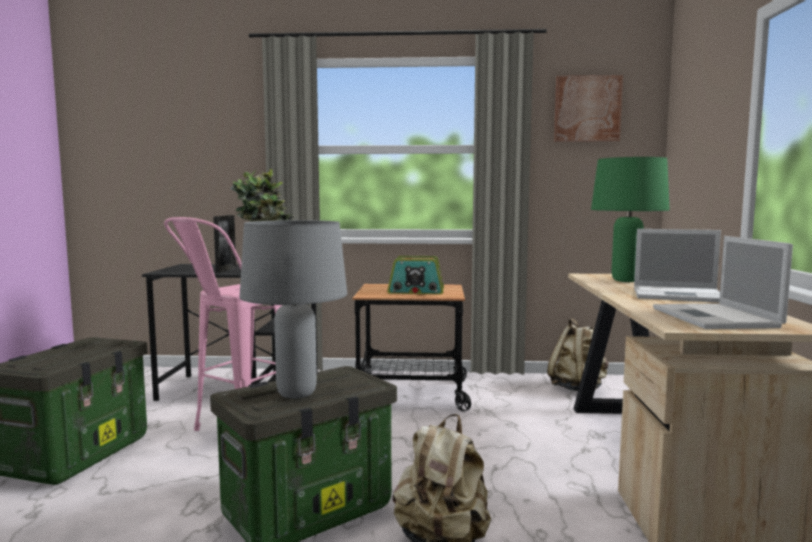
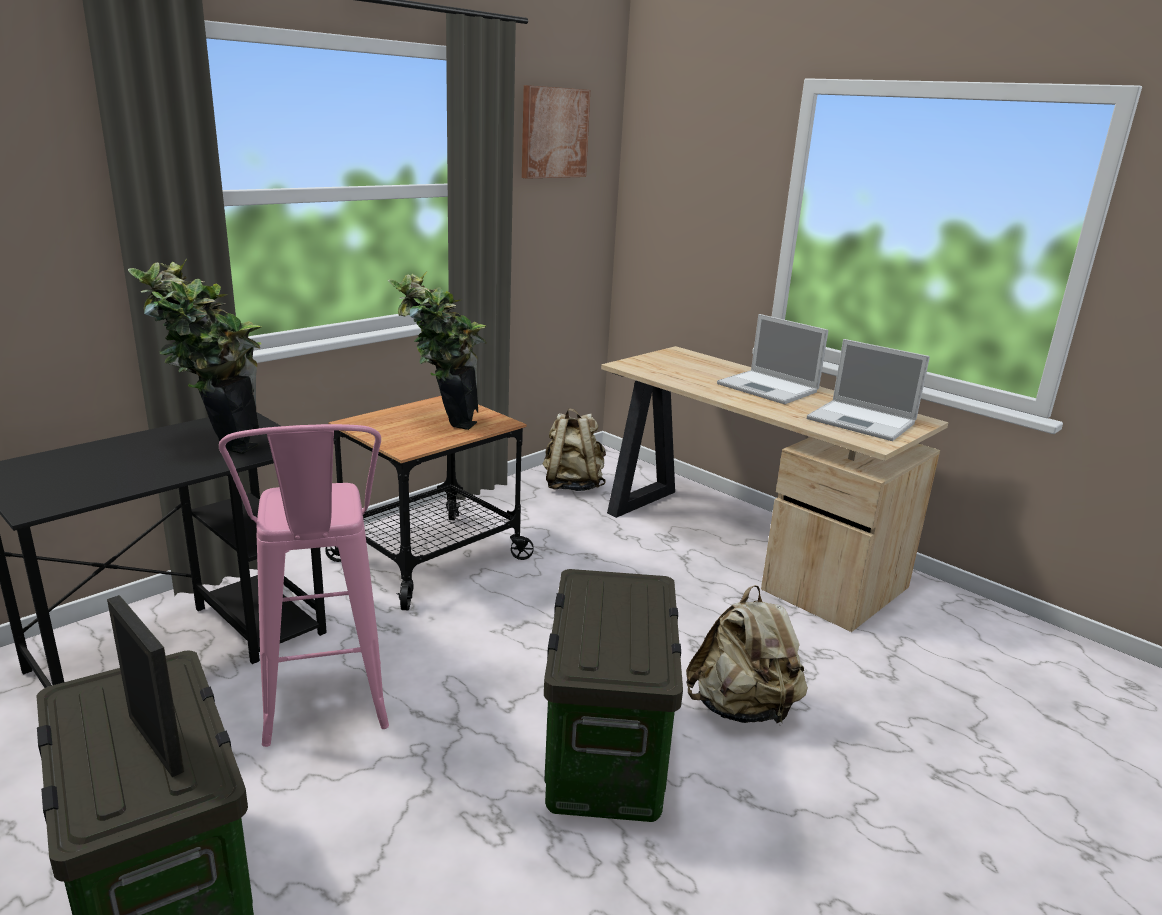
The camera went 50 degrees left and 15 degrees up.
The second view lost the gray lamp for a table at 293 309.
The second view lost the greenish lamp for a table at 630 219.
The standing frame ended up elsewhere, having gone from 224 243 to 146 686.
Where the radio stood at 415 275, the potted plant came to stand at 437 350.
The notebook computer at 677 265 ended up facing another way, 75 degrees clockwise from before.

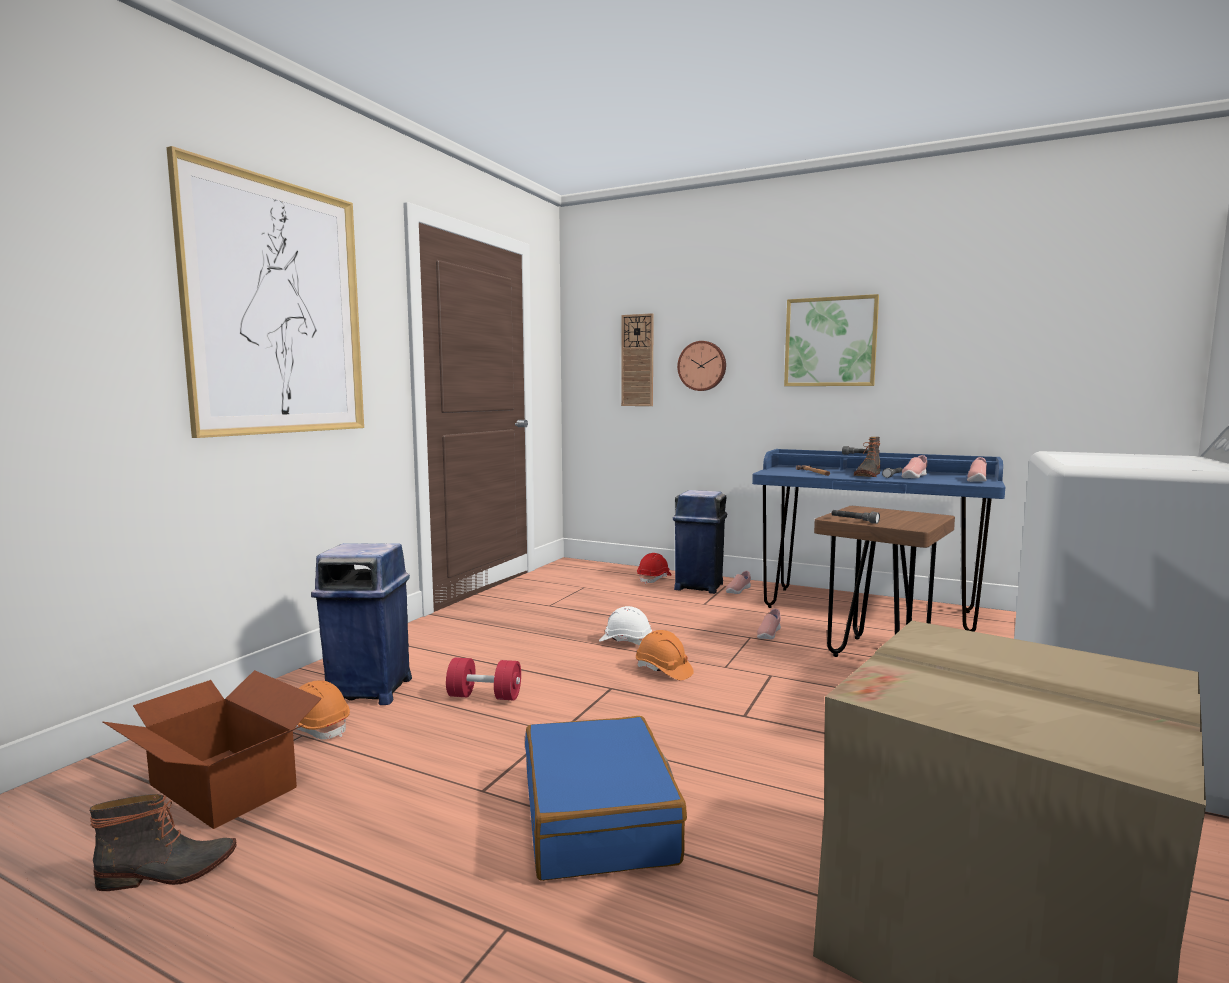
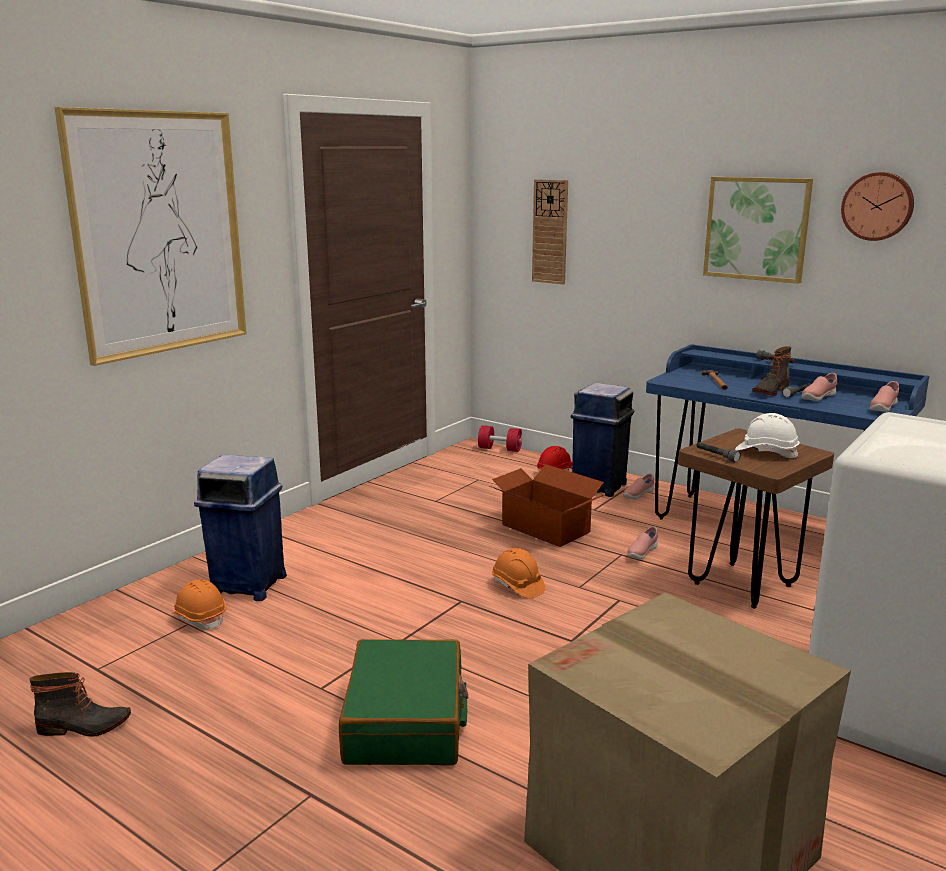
The camera went 10 degrees right and 10 degrees up.
The packing box ended up elsewhere, having gone from 212 749 to 547 505.
The red free weight ended up elsewhere, having gone from 483 678 to 500 438.
The white-coloured work helmet ended up elsewhere, having gone from 625 626 to 767 435.
The hanging clock ended up elsewhere, having gone from 701 366 to 877 206.
What was the bluish travel case at 606 798 turned into the greenish travel case at 403 702.

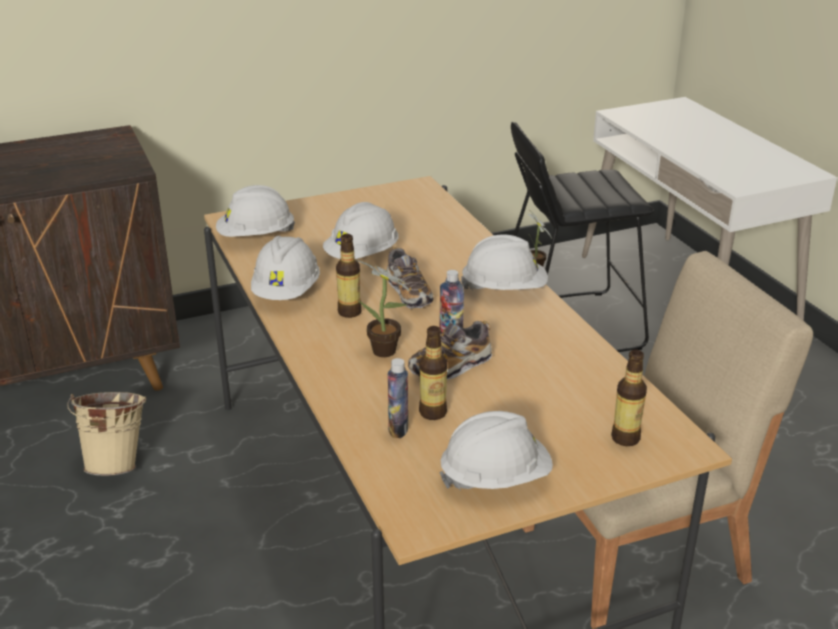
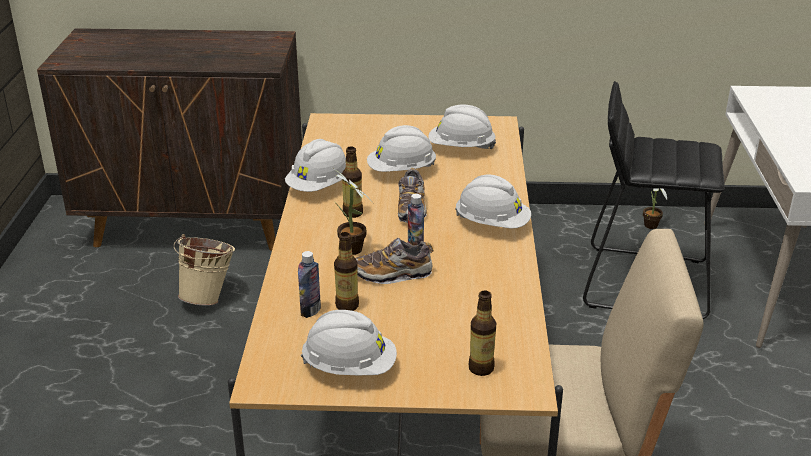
The camera went 25 degrees right and 0 degrees up.
The white-coloured work helmet ended up elsewhere, having gone from 255 211 to 462 126.

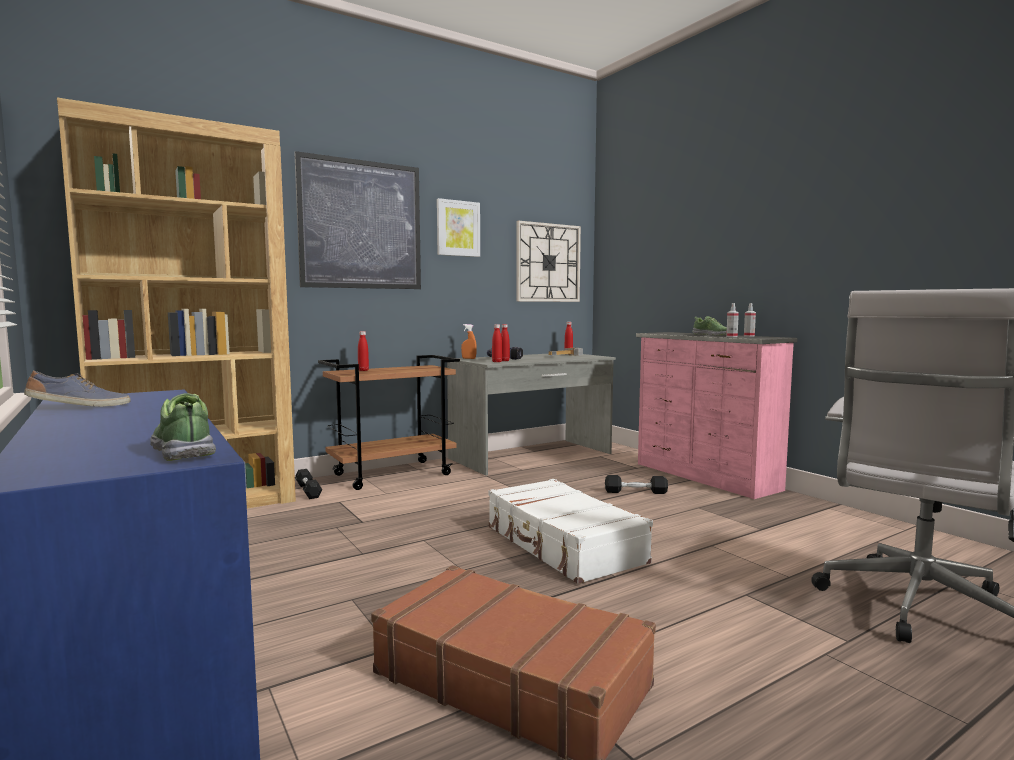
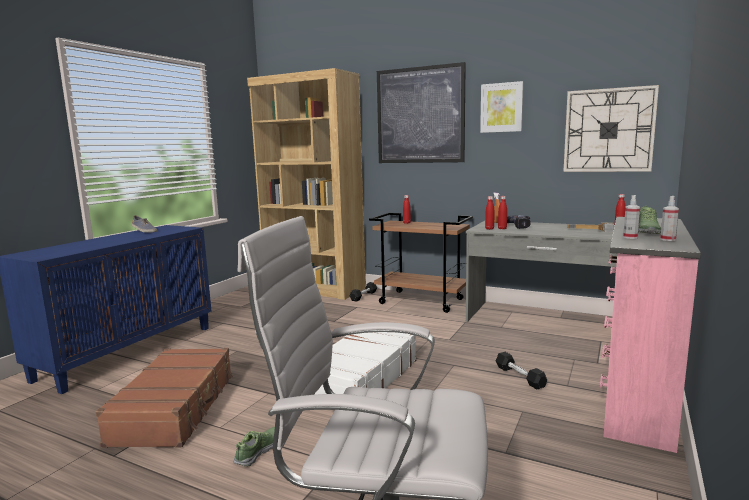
The camera went 60 degrees right and 5 degrees up.
The low shoe ended up elsewhere, having gone from 183 427 to 254 446.

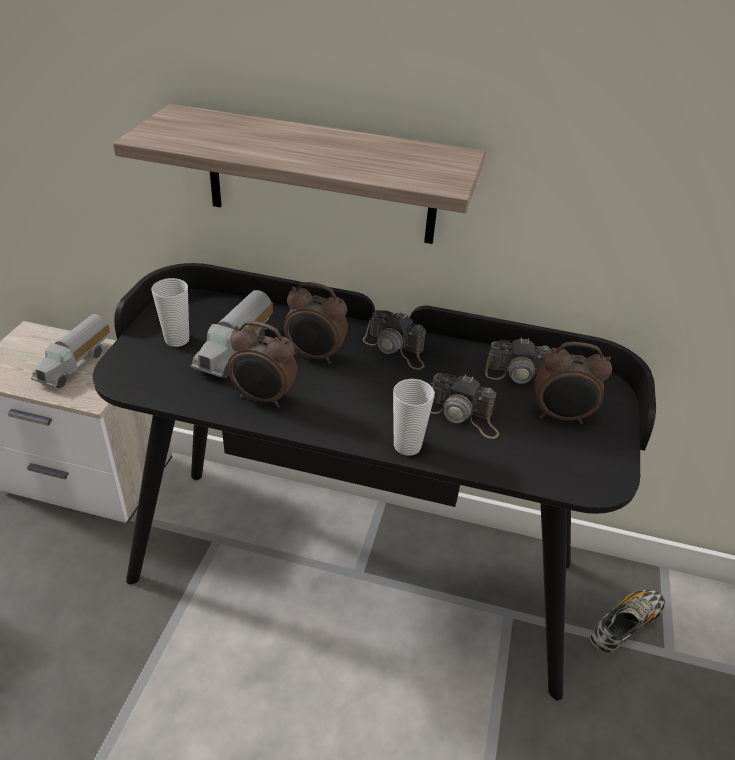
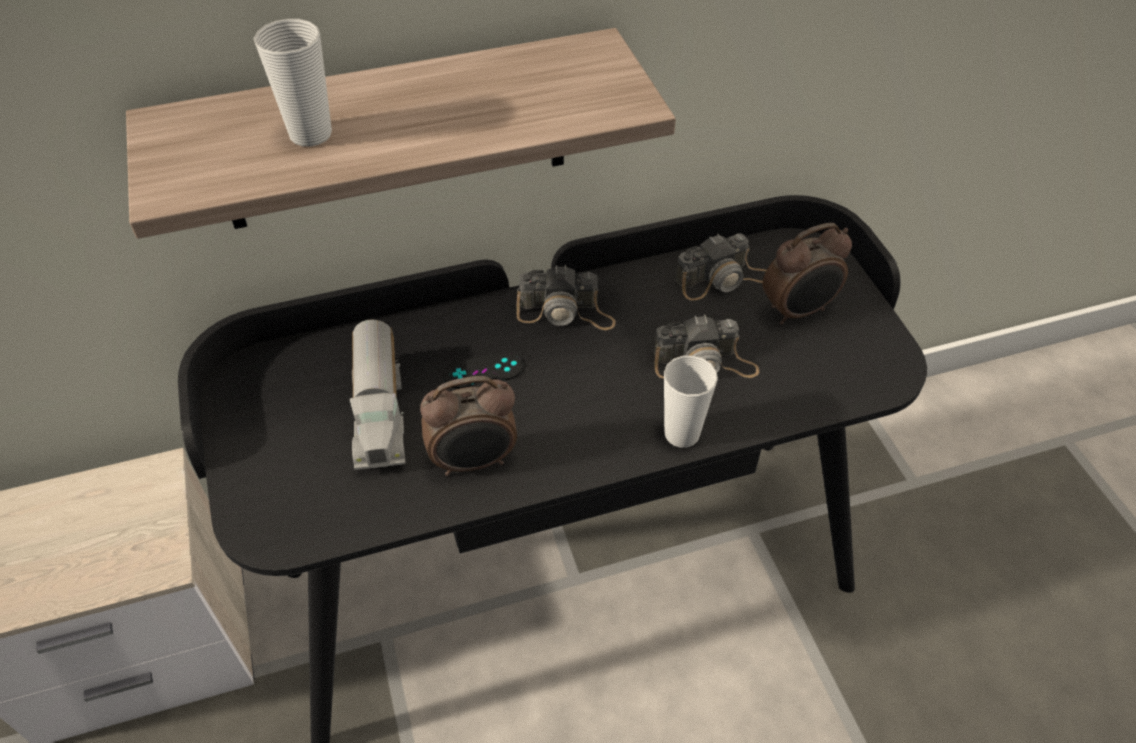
The camera went 30 degrees left and 10 degrees up.
The second view lost the toy lorry at 70 351.
The second view lost the low shoe at 627 622.
The drinking cup ended up elsewhere, having gone from 170 312 to 293 82.
Where the table clock stood at 316 323, the black-coloured joypad came to stand at 483 370.

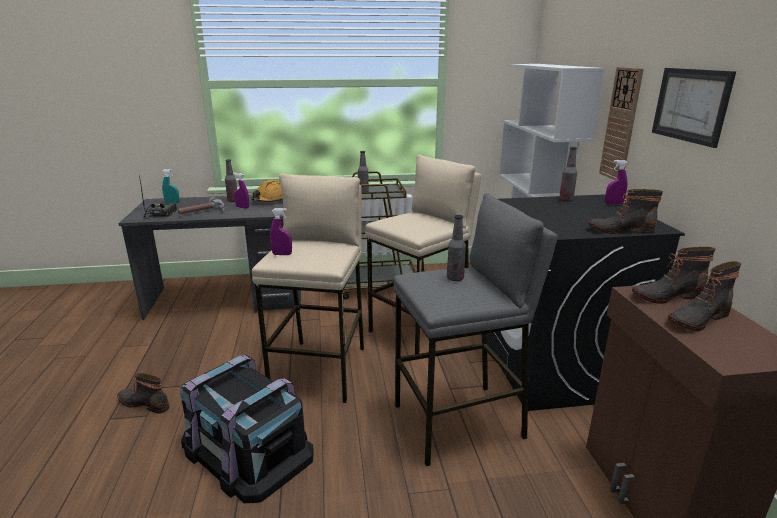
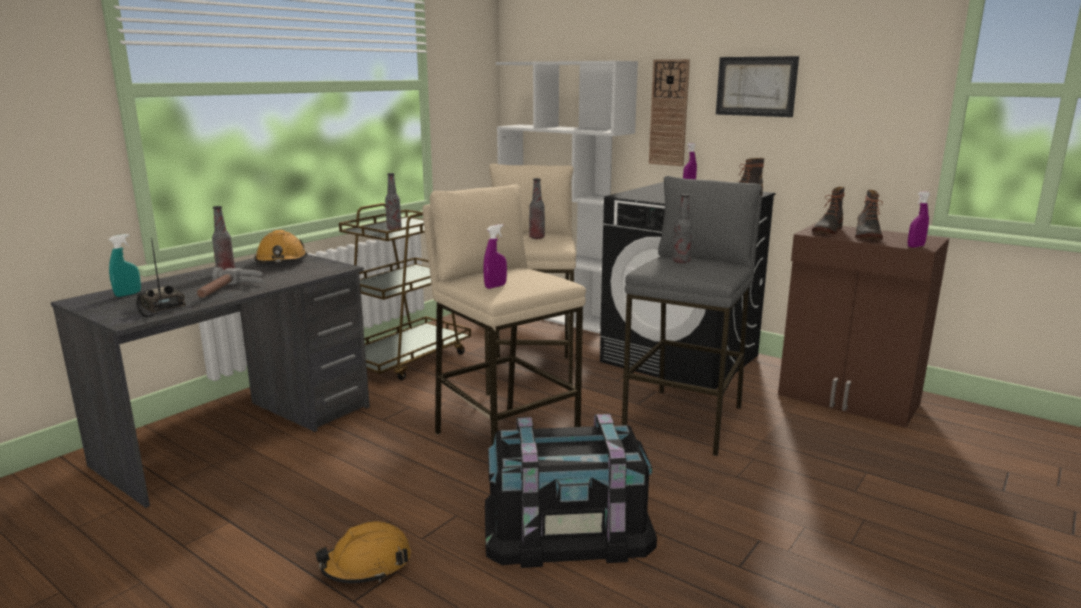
The camera went 45 degrees left and 5 degrees down.
The purplish sprayer ended up elsewhere, having gone from 241 190 to 919 219.
The beverage bottle ended up elsewhere, having gone from 568 174 to 537 208.
Where the high-top boot stood at 143 393, the orangey work helmet came to stand at 363 552.

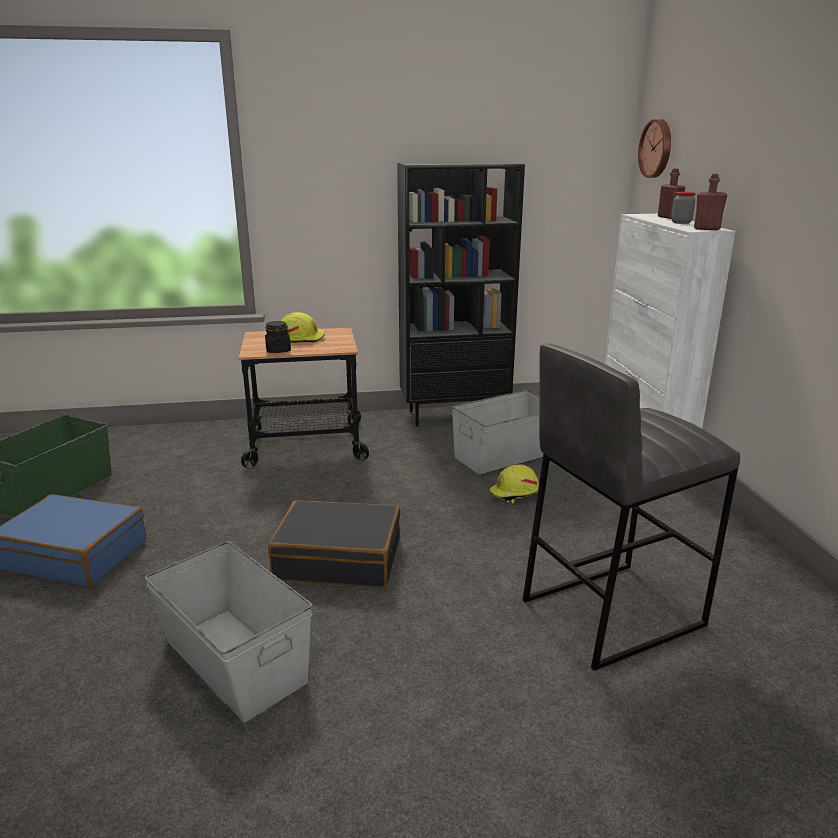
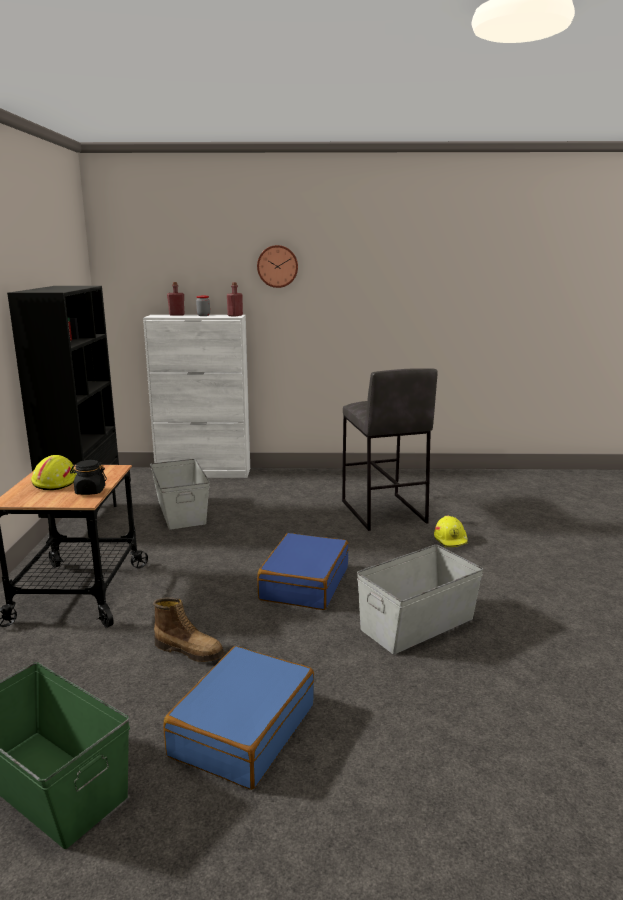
The camera went 80 degrees left and 5 degrees down.
The second view gained the high-top boot at 188 630.
The yellow work helmet ended up elsewhere, having gone from 514 483 to 451 531.
The hanging clock ended up elsewhere, having gone from 654 148 to 277 266.
What was the black-coloured travel case at 334 543 turned into the bluish travel case at 303 571.

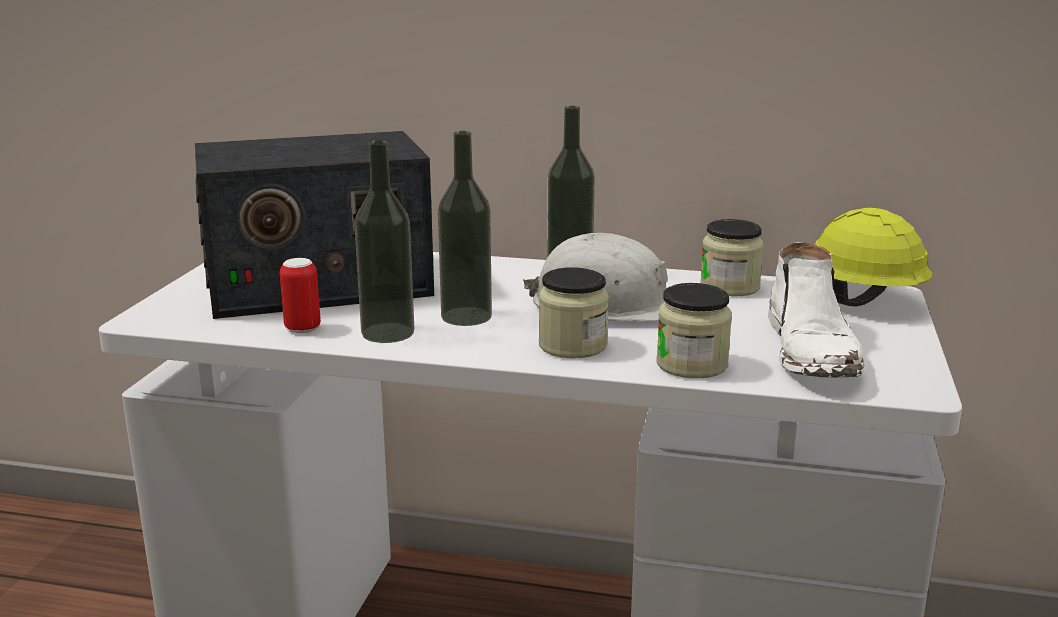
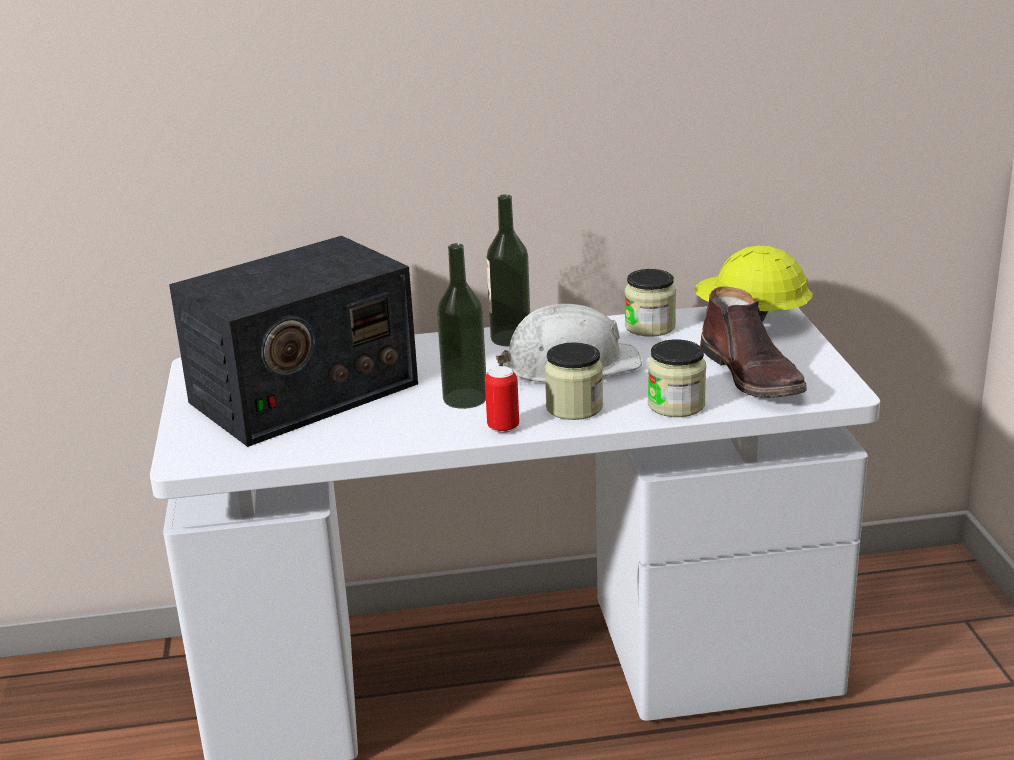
The camera went 20 degrees left and 5 degrees up.
The second view lost the beverage bottle at 384 241.
The metal can ended up elsewhere, having gone from 300 295 to 502 399.
What was the white-coloured high-top boot at 816 309 turned into the brownish high-top boot at 753 342.

